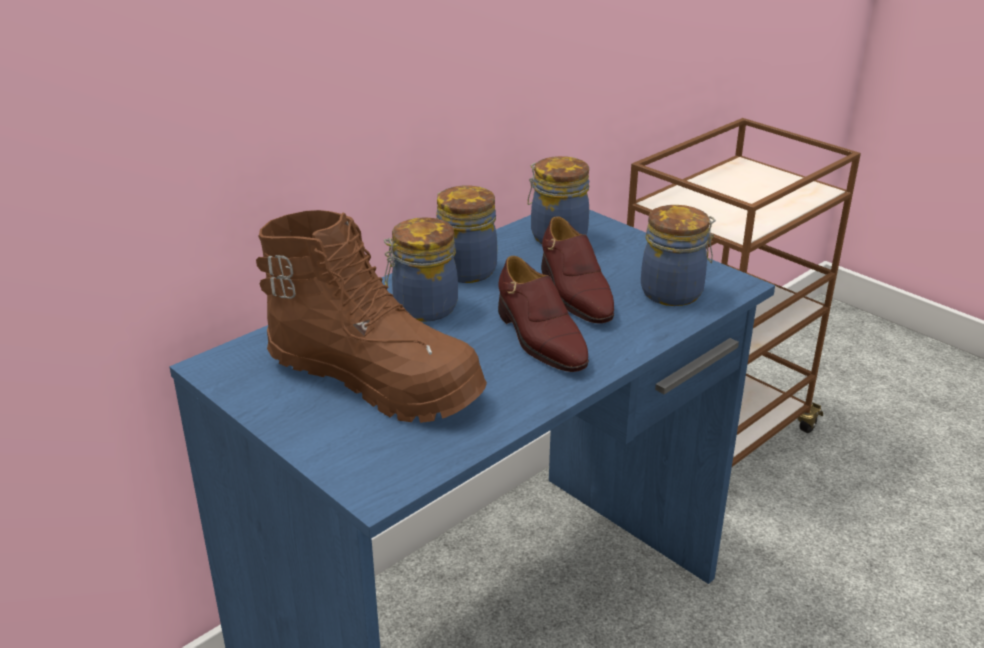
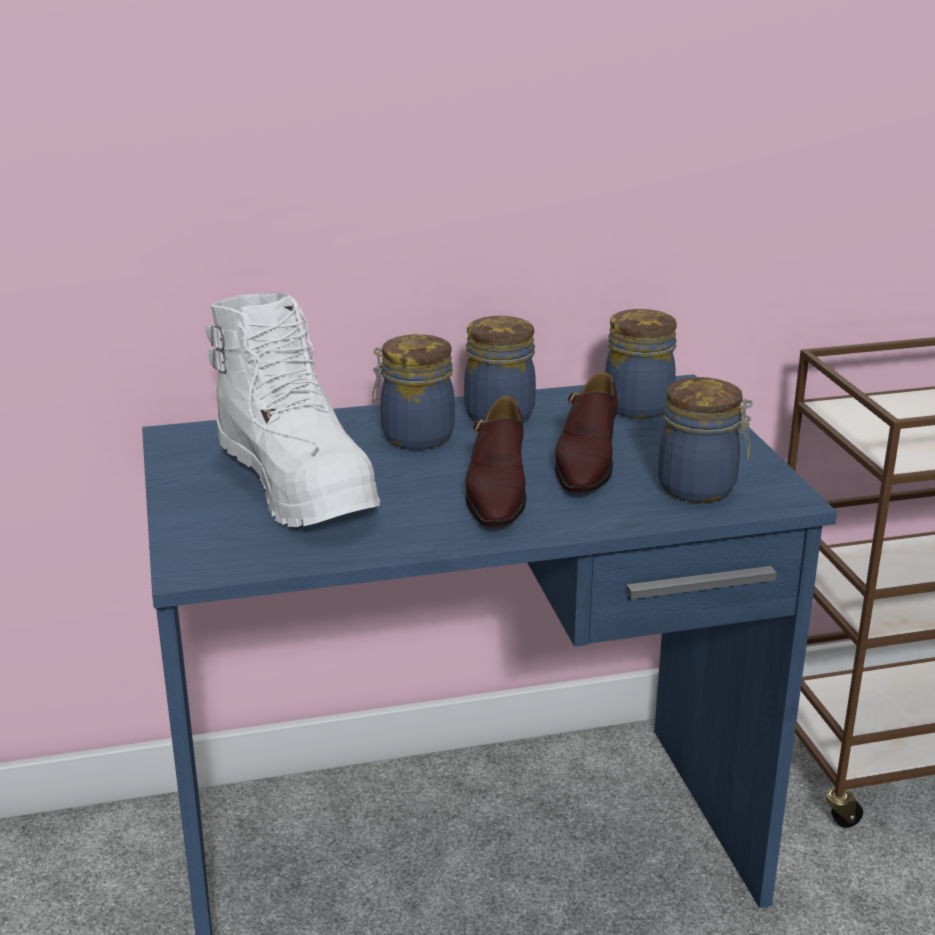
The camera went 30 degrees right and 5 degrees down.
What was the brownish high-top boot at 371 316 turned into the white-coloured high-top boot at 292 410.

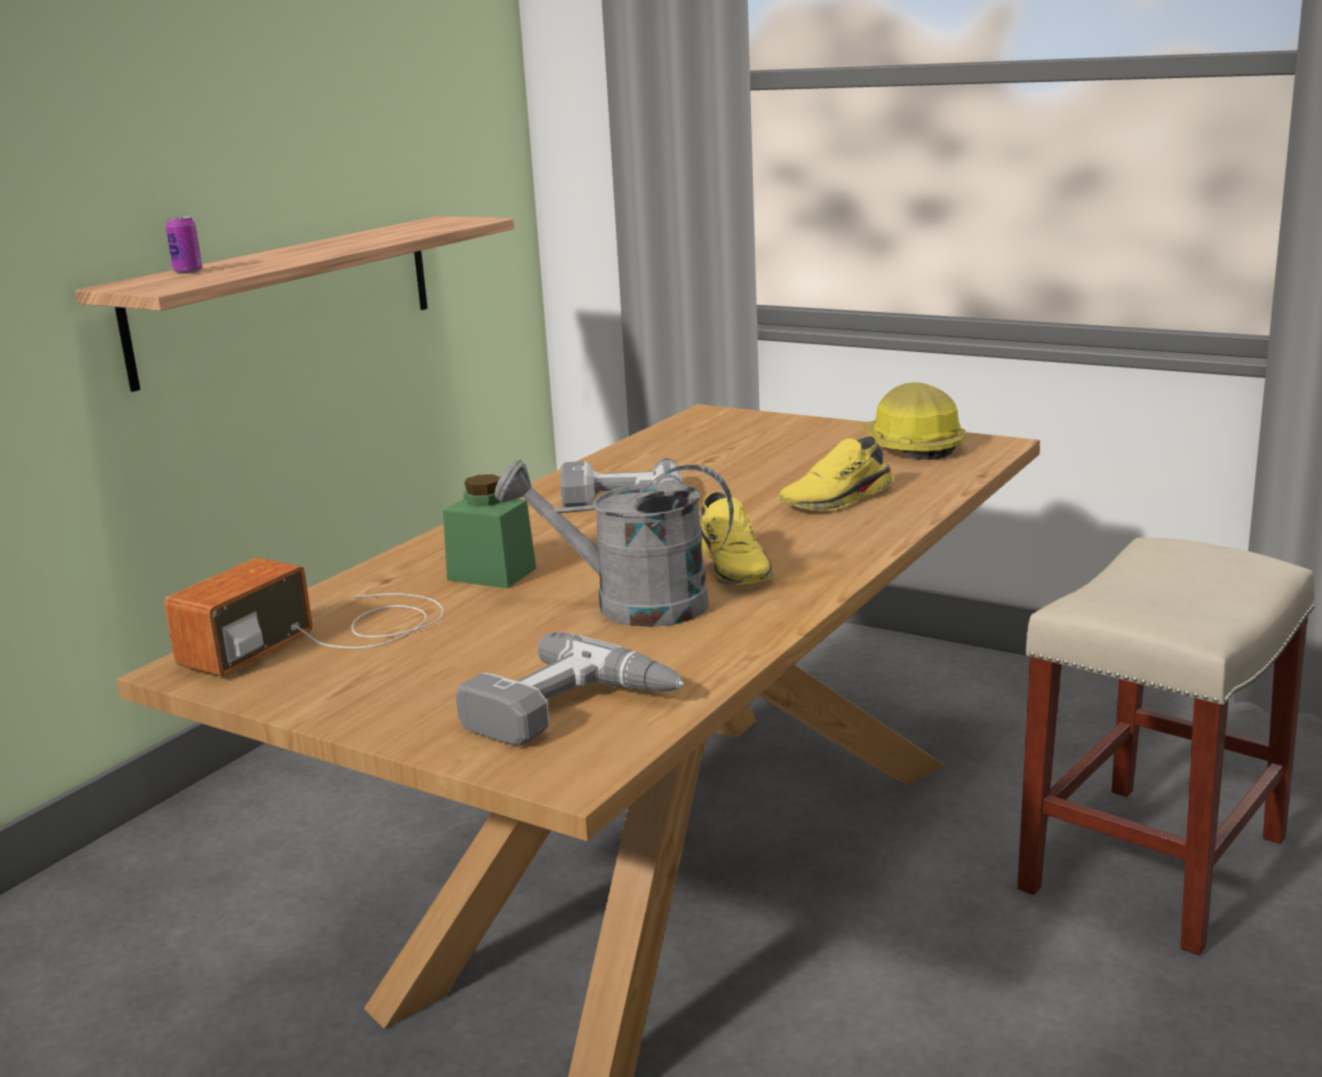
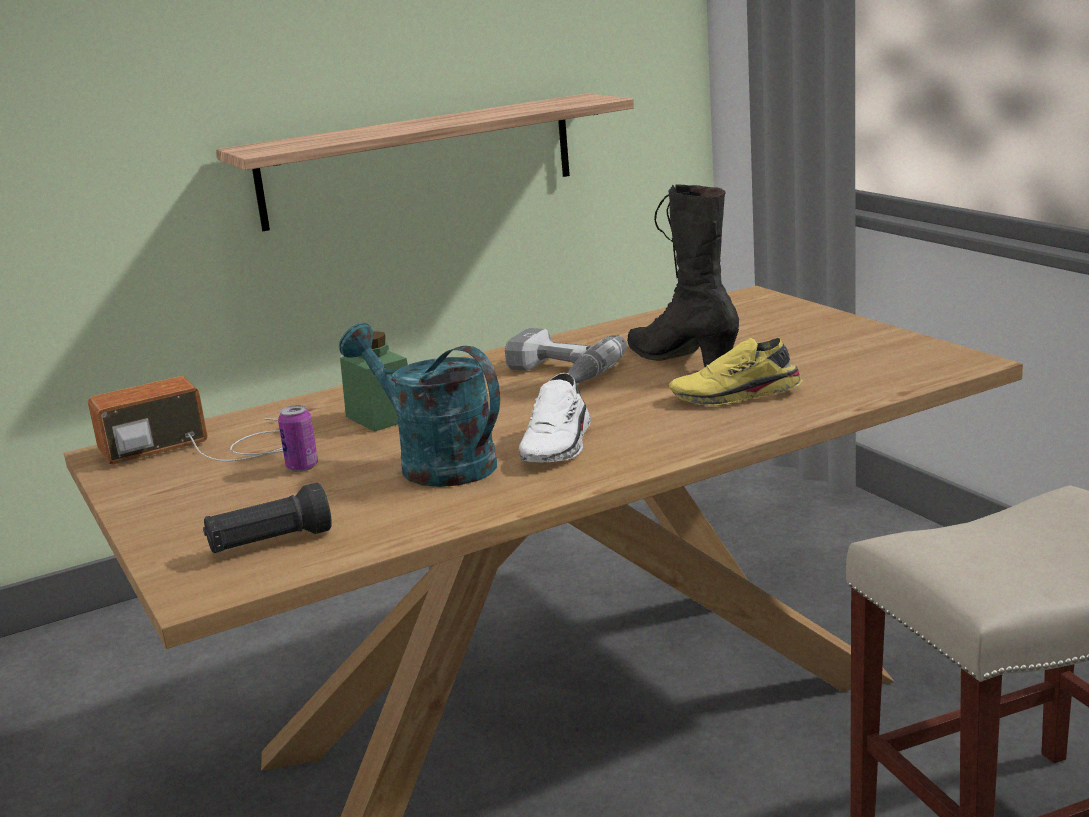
The camera went 30 degrees right and 0 degrees up.
The second view lost the work helmet at 913 421.
The second view gained the black-coloured high-top boot at 683 275.
The metal can ended up elsewhere, having gone from 184 245 to 298 438.
Where the power drill stood at 570 689, the black-coloured torch came to stand at 267 518.
What was the gray sprinkling can at 614 543 turned into the turquoise-coloured sprinkling can at 419 405.
What was the yellow low shoe at 737 538 turned into the white-coloured low shoe at 555 417.

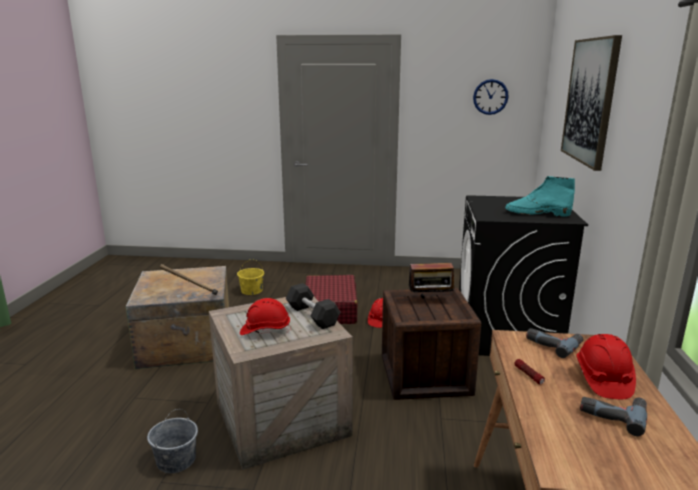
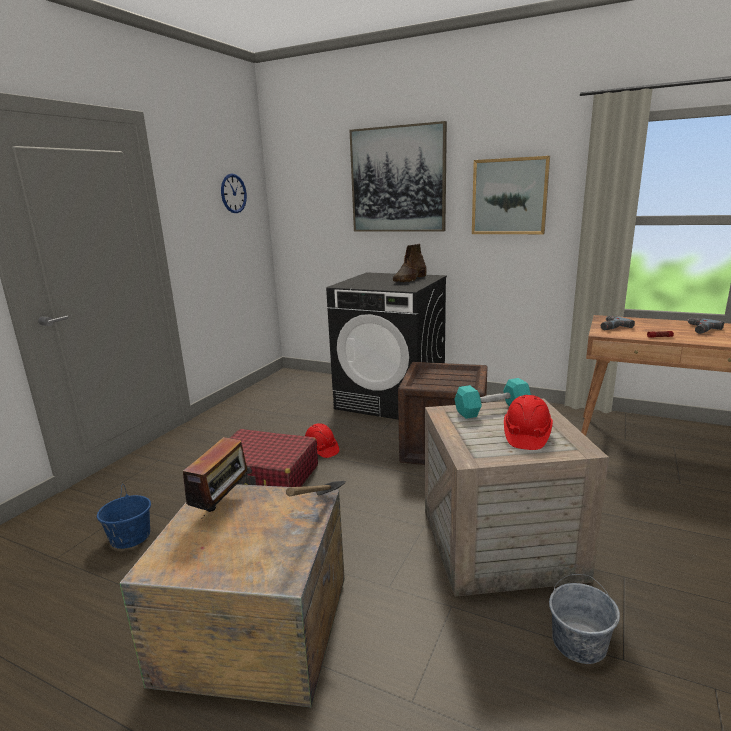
The camera went 70 degrees left and 0 degrees up.
The second view lost the red work helmet at 606 366.
The second view gained the wall picture at 511 195.
The radio ended up elsewhere, having gone from 431 280 to 214 478.
What was the yellow bucket at 250 277 turned into the bluish bucket at 124 516.
What was the black-coloured free weight at 313 306 turned into the turquoise-coloured free weight at 492 398.
What was the turquoise-coloured high-top boot at 540 196 turned into the brownish high-top boot at 410 263.

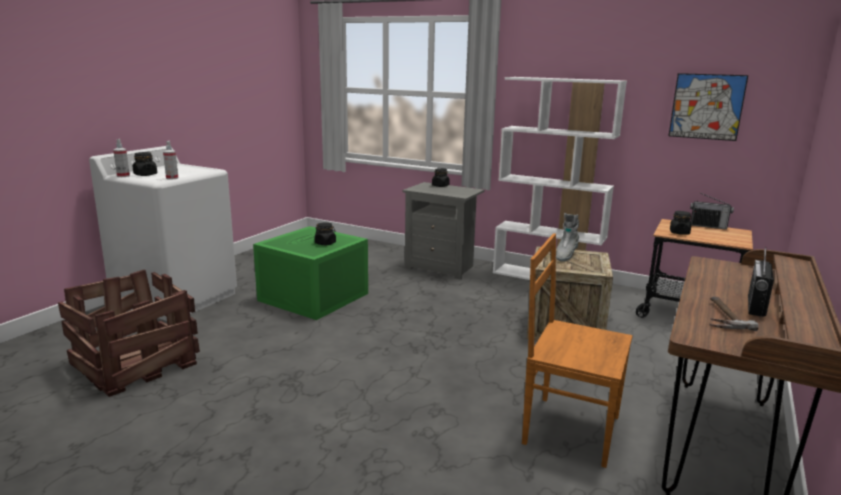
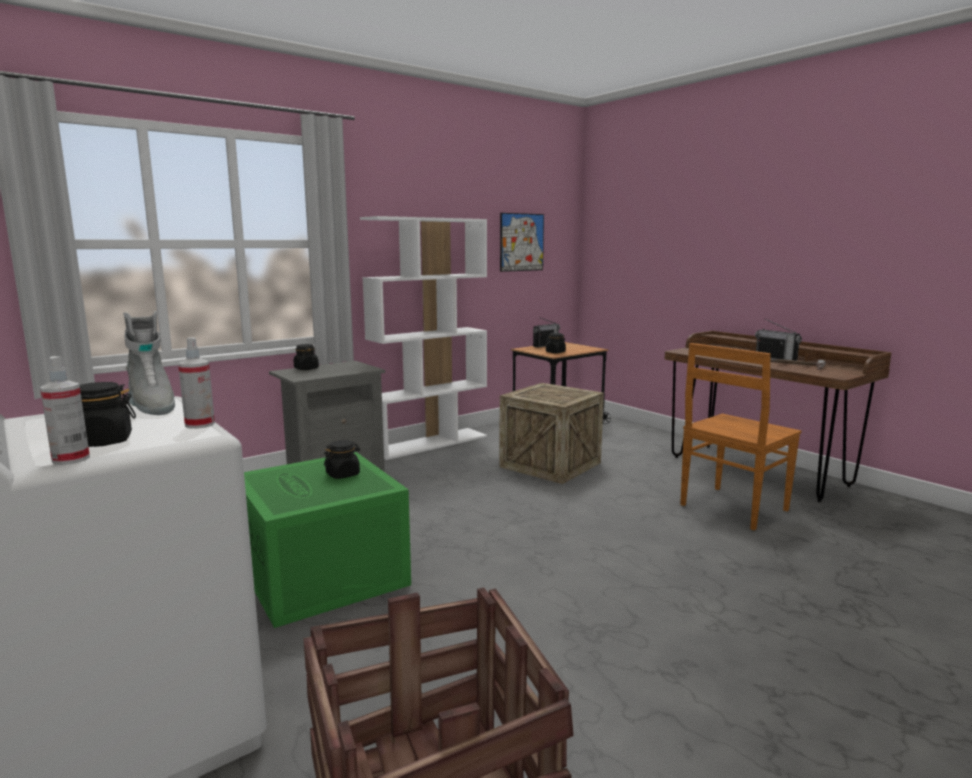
The camera went 65 degrees left and 5 degrees down.
The gray high-top boot ended up elsewhere, having gone from 567 237 to 149 363.

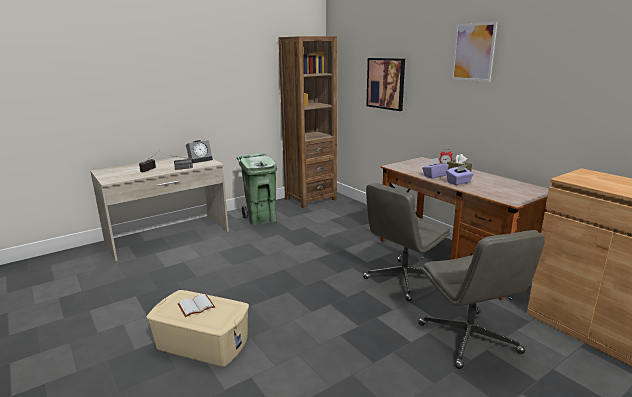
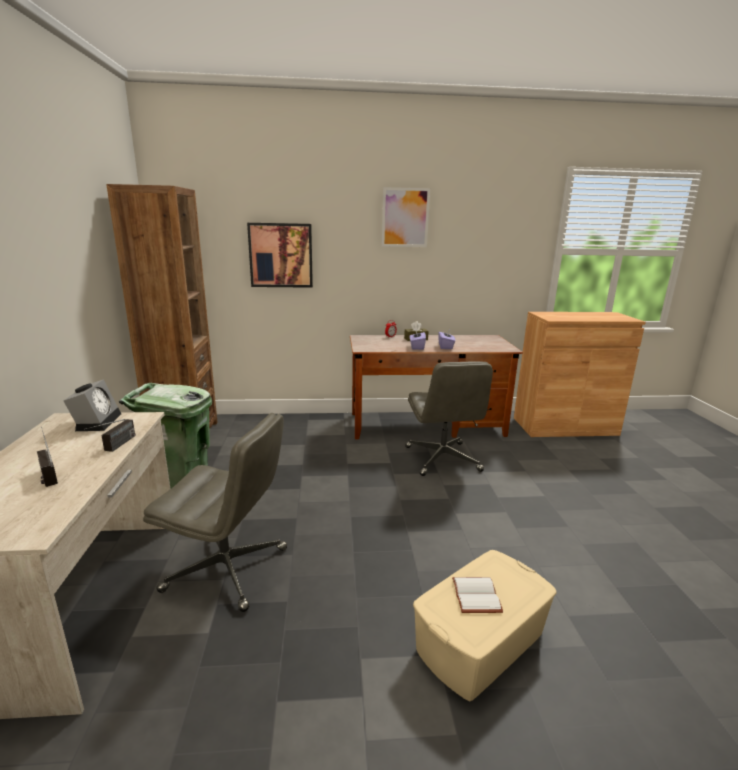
The camera went 60 degrees left and 0 degrees up.
The gray computer chair ended up elsewhere, having gone from 481 299 to 215 512.

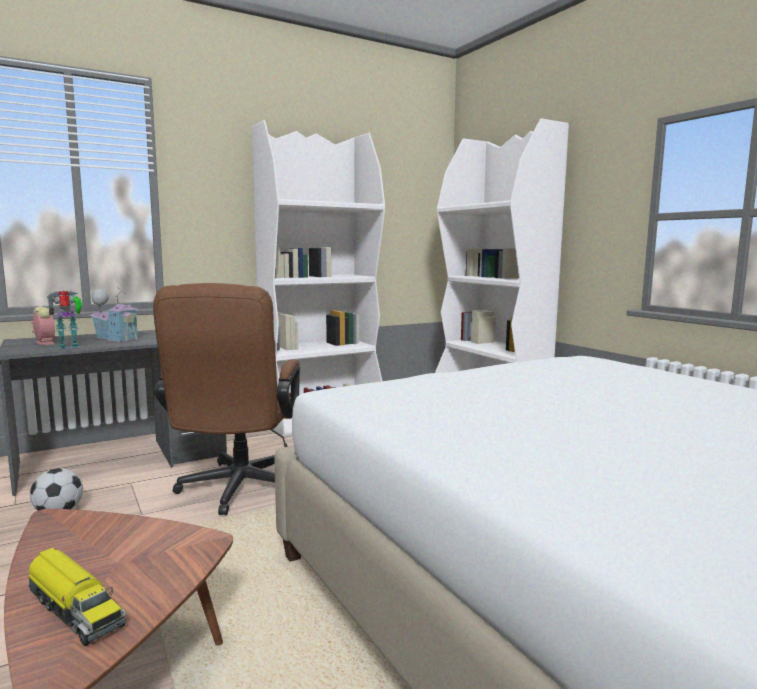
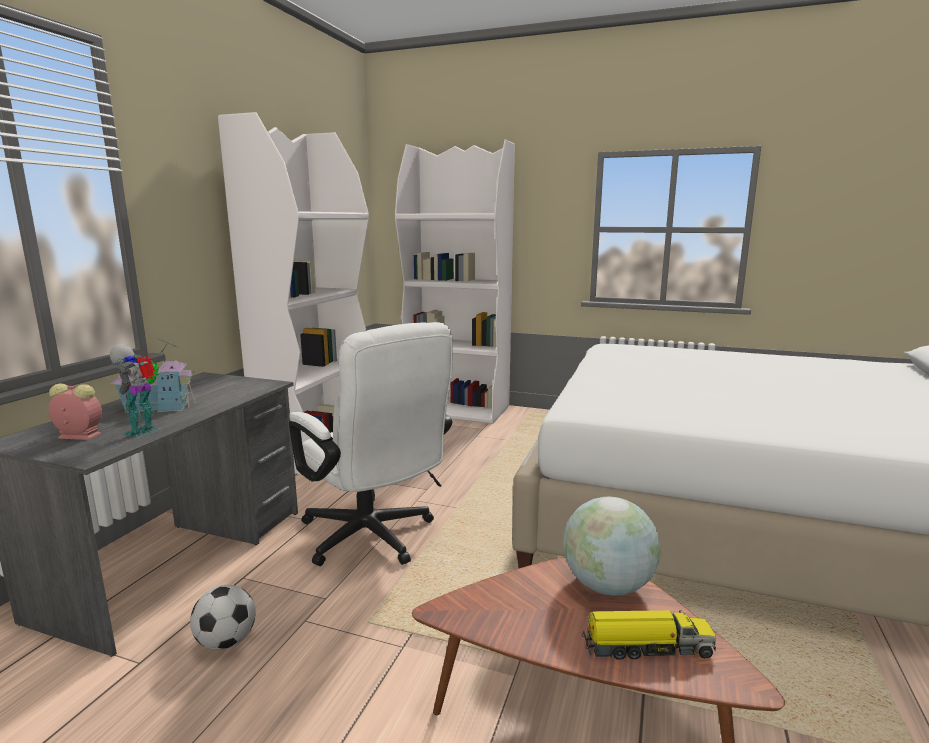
The camera went 40 degrees left and 5 degrees up.
The second view gained the world globe at 612 546.
What was the brownish computer chair at 226 399 turned into the white-coloured computer chair at 371 444.

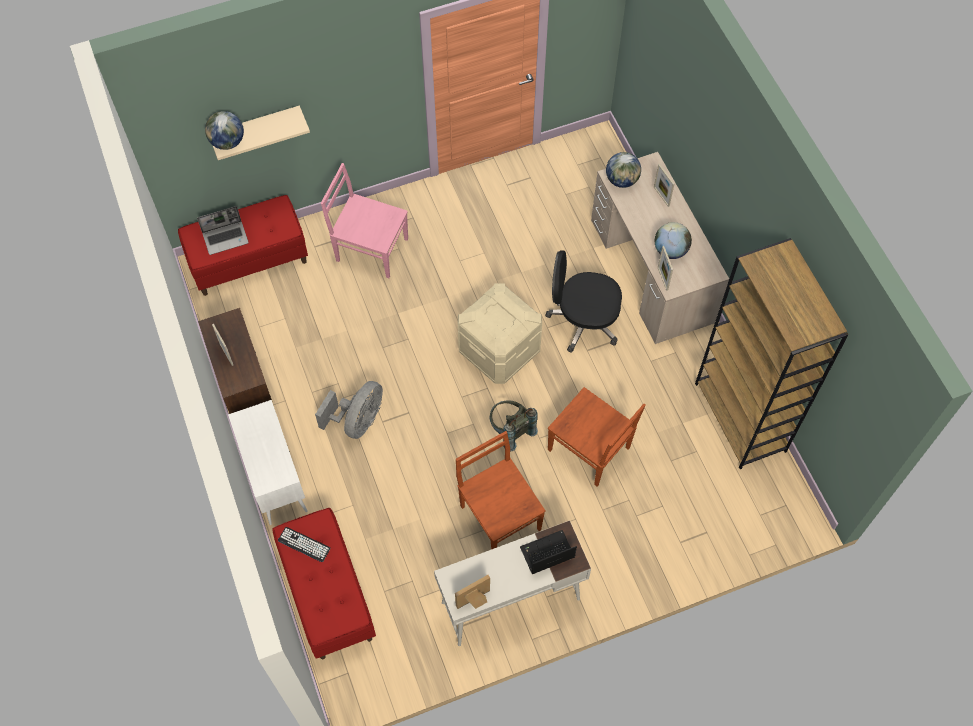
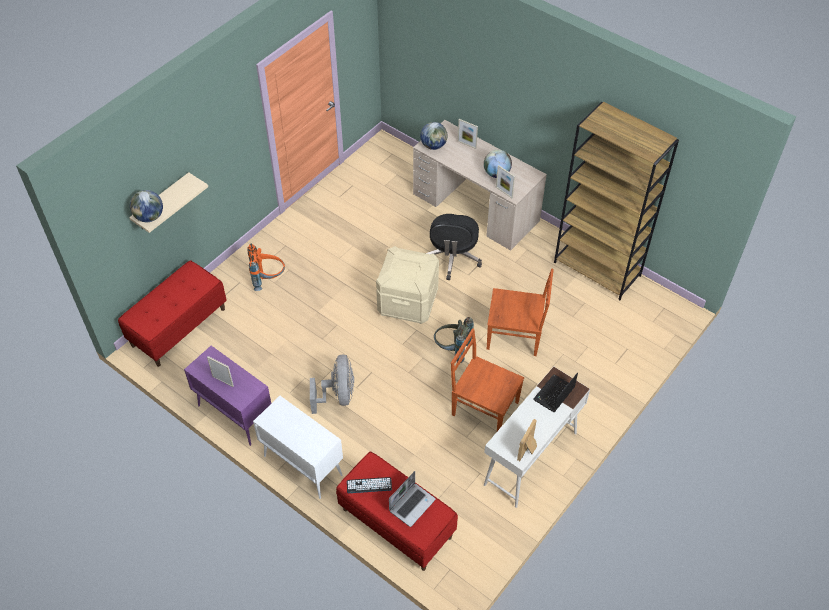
The camera went 30 degrees left and 10 degrees down.
The notebook computer ended up elsewhere, having gone from 223 230 to 412 499.
Where the pinkish plain chair stood at 364 220, the orangey backpack came to stand at 266 267.
What was the brownish cupboard at 235 361 turned into the purplish cupboard at 227 396.
The black-coloured computer chair at 583 301 ended up facing another way, 60 degrees counterclockwise from before.

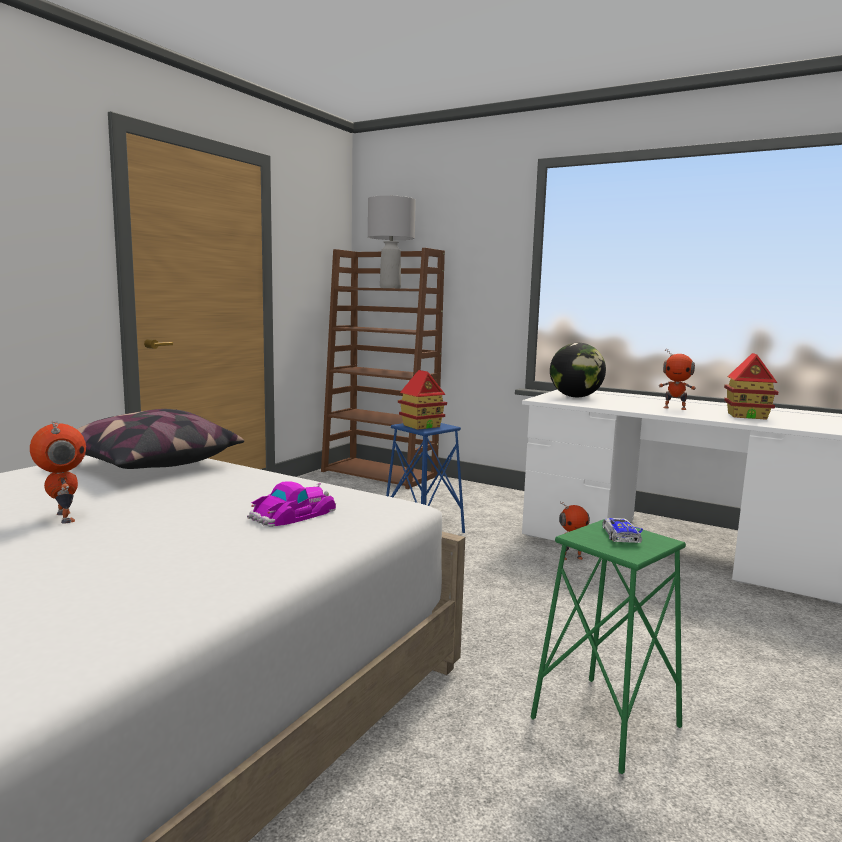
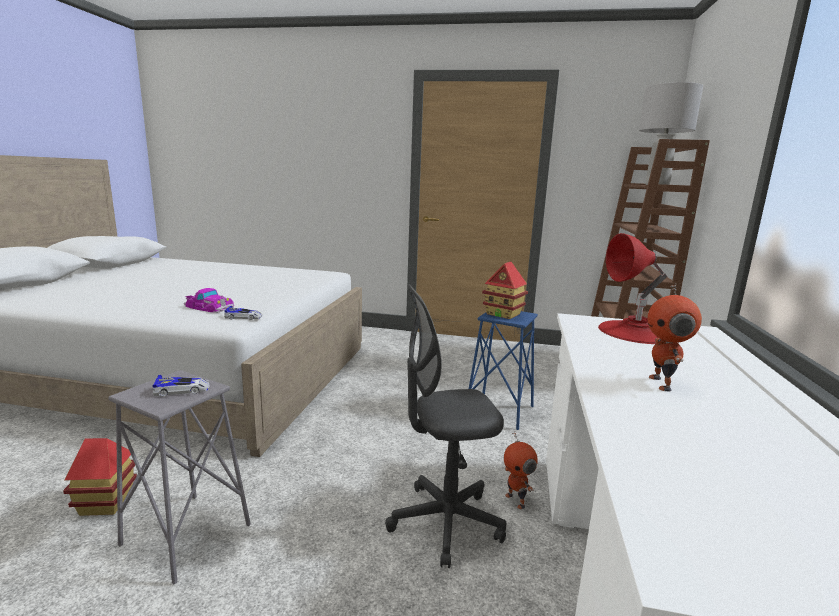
The camera went 70 degrees right and 5 degrees up.
The second view lost the robot figure at 58 472.
The second view lost the pillow at 160 439.
The second view gained the toy car at 243 313.
The second view gained the gray computer chair at 445 426.
The toy house ended up elsewhere, having gone from 751 386 to 100 477.
Where the world globe stood at 578 370, the red lamp for a table came to stand at 632 288.
What was the greenish stool at 608 646 turned into the gray stool at 179 477.

